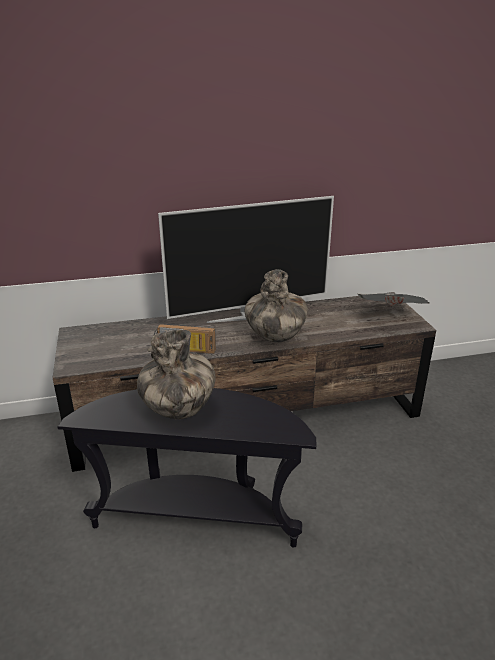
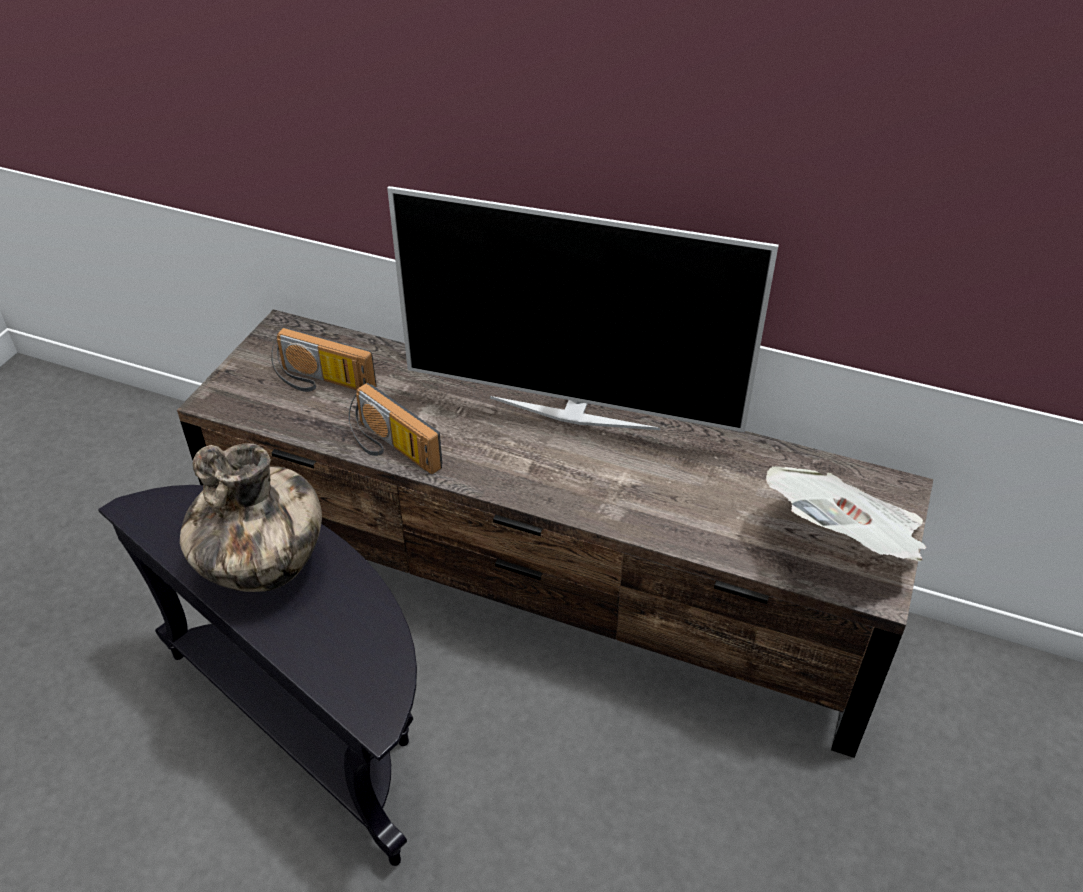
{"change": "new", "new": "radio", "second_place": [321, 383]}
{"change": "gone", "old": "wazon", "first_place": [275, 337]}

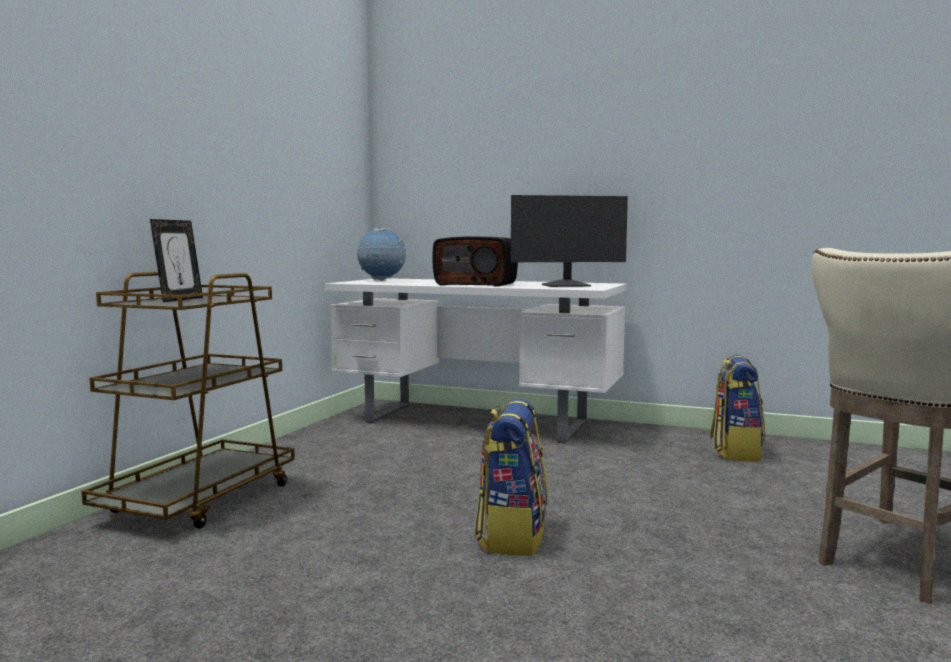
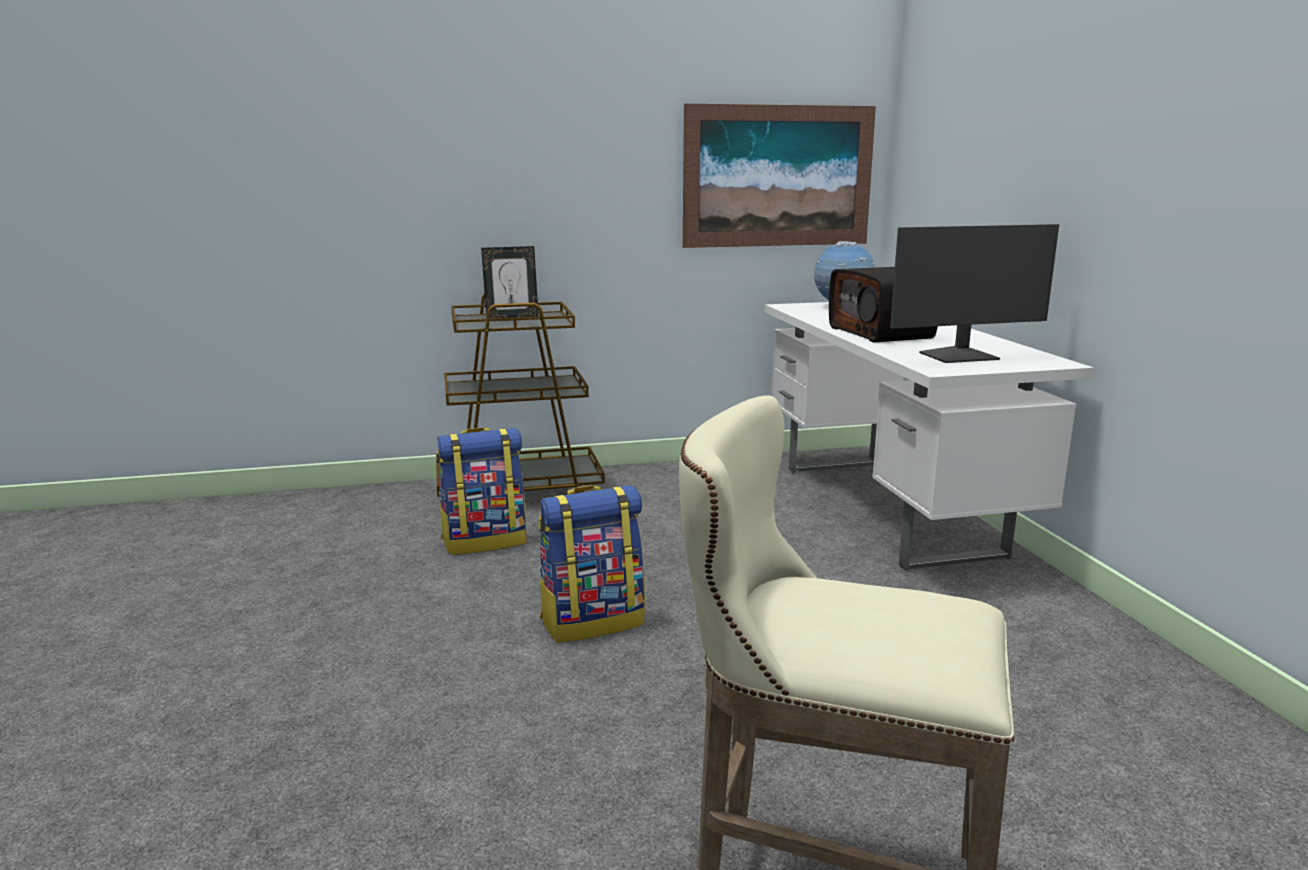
{"change": "shifted", "old": "plecak", "first_place": [735, 452], "second_place": [485, 541]}
{"change": "new", "new": "obraz", "second_place": [778, 176]}
{"change": "rotated", "old": "monitor", "first_place": [566, 285], "second_place": [960, 356], "degrees": -60}

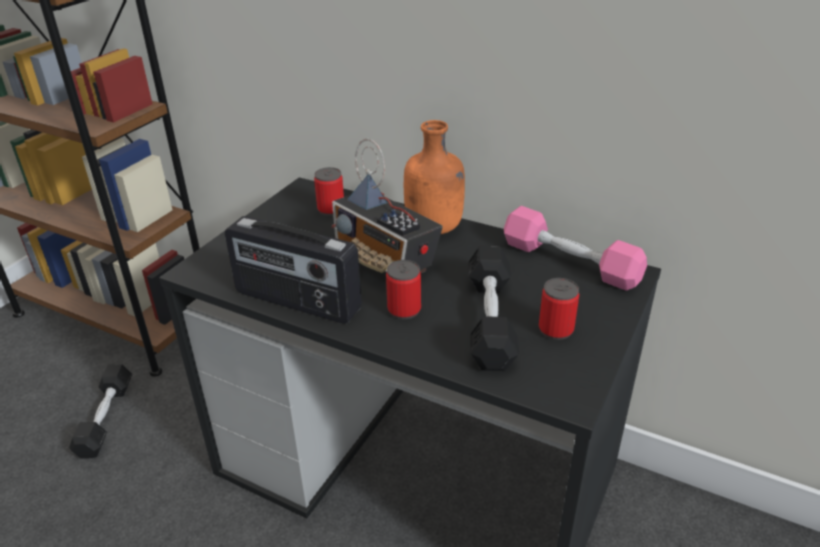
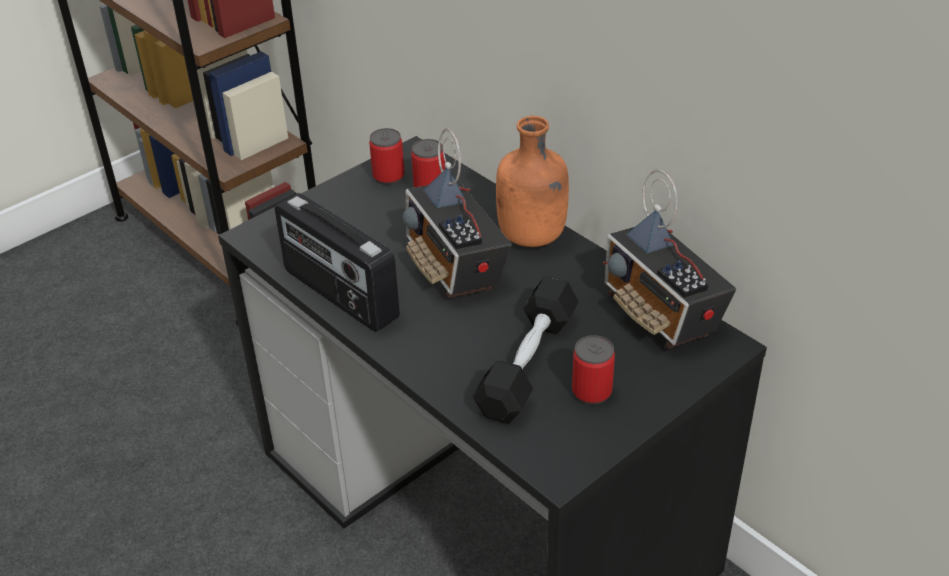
{"change": "shifted", "old": "puszka", "first_place": [404, 310], "second_place": [388, 176]}
{"change": "swapped", "old": "hantel/różowy", "new": "radio", "first_place": [569, 262], "second_place": [661, 314]}
{"change": "gone", "old": "hantel/czarny", "first_place": [106, 419]}

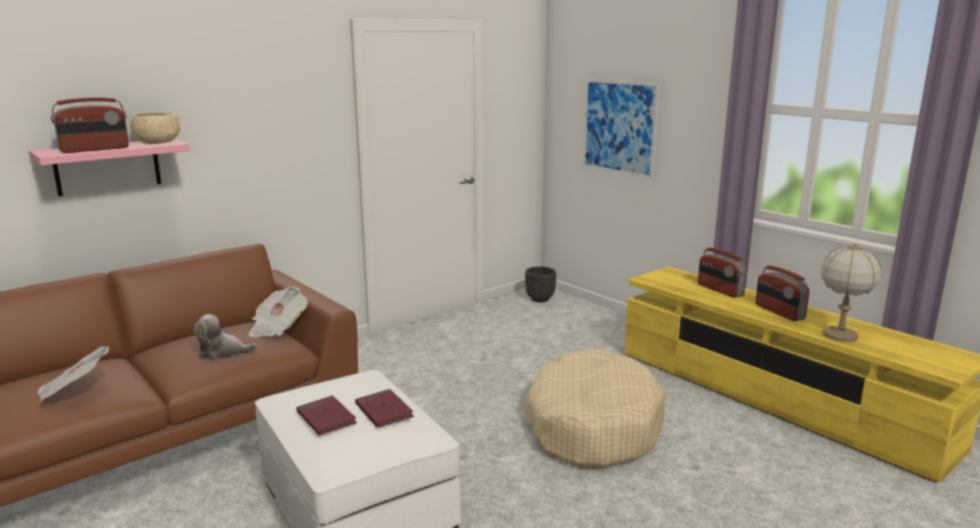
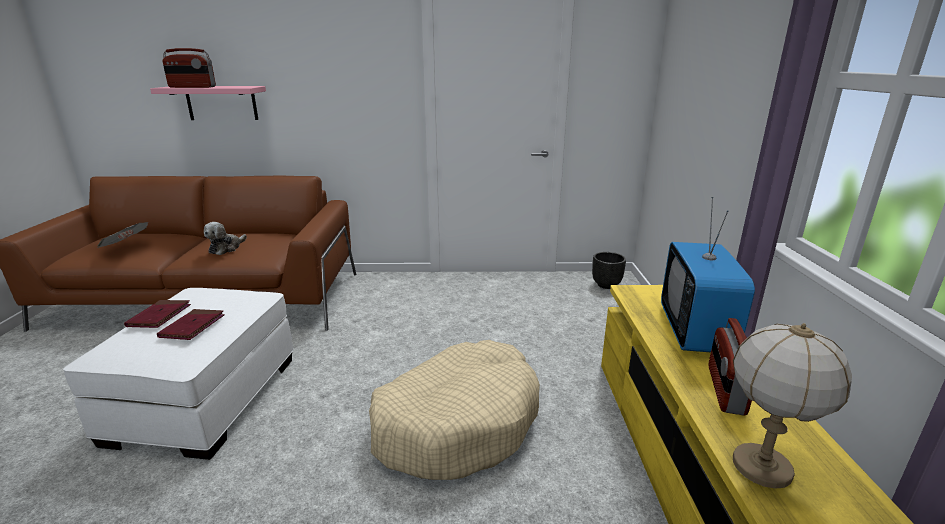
{"change": "rotated", "old": "pluszak", "first_place": [222, 352], "second_place": [226, 248], "degrees": -105}
{"change": "swapped", "old": "radio", "new": "telewizor", "first_place": [719, 290], "second_place": [695, 331]}
{"change": "gone", "old": "miska/beżowy", "first_place": [157, 142]}
{"change": "gone", "old": "gazeta", "first_place": [277, 328]}
{"change": "gone", "old": "obraz", "first_place": [619, 127]}

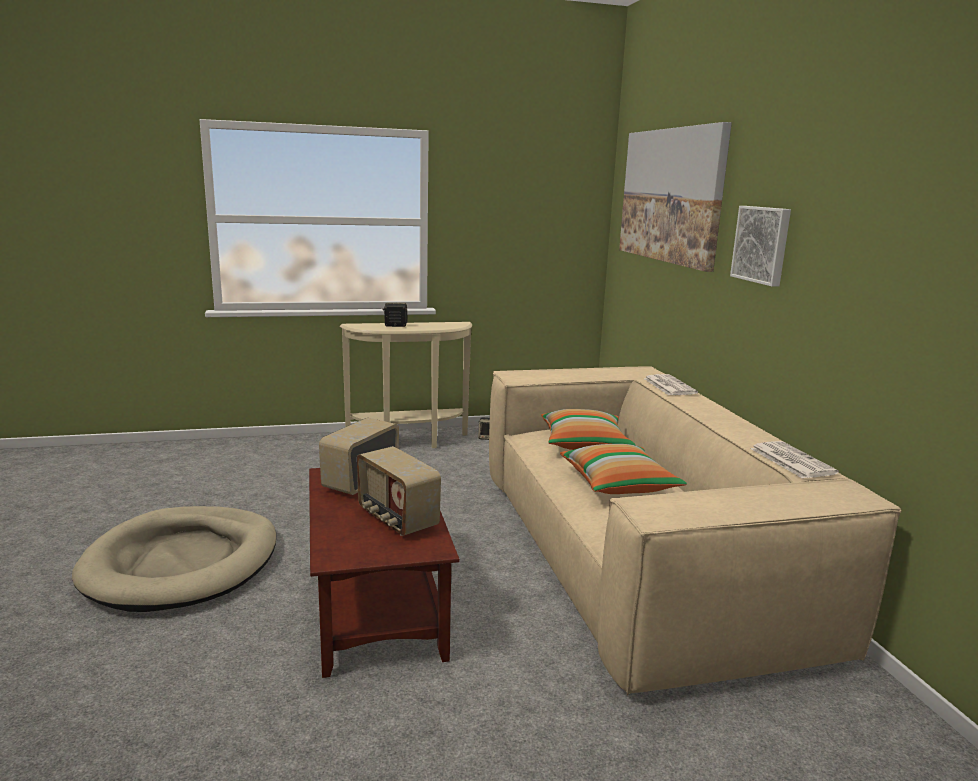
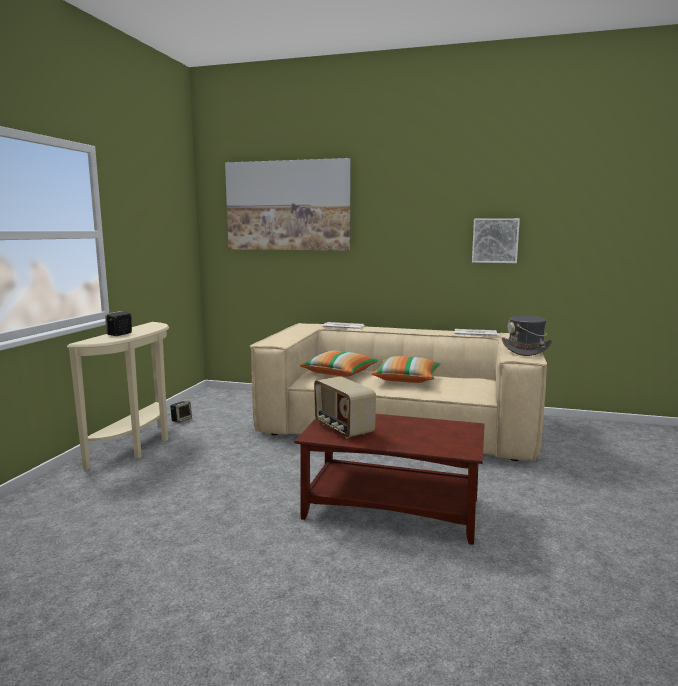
{"change": "shifted", "old": "obraz", "first_place": [762, 244], "second_place": [495, 240]}
{"change": "new", "new": "kapelusz/szary", "second_place": [525, 350]}
{"change": "gone", "old": "legowisko/beżowy", "first_place": [183, 563]}
{"change": "gone", "old": "radio", "first_place": [396, 519]}

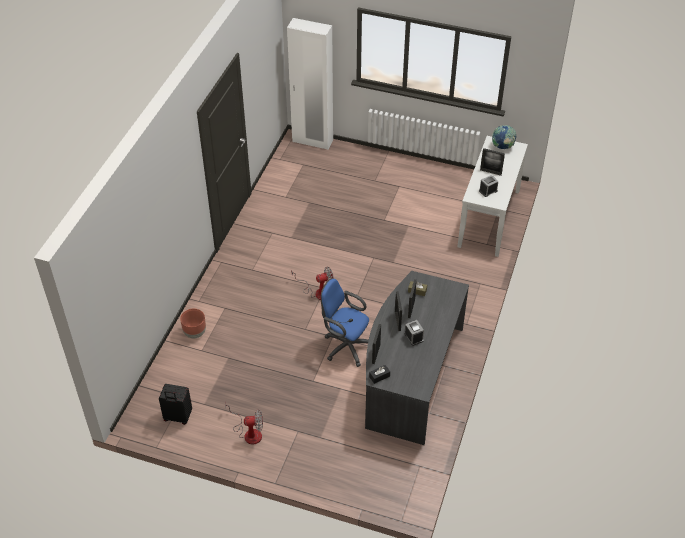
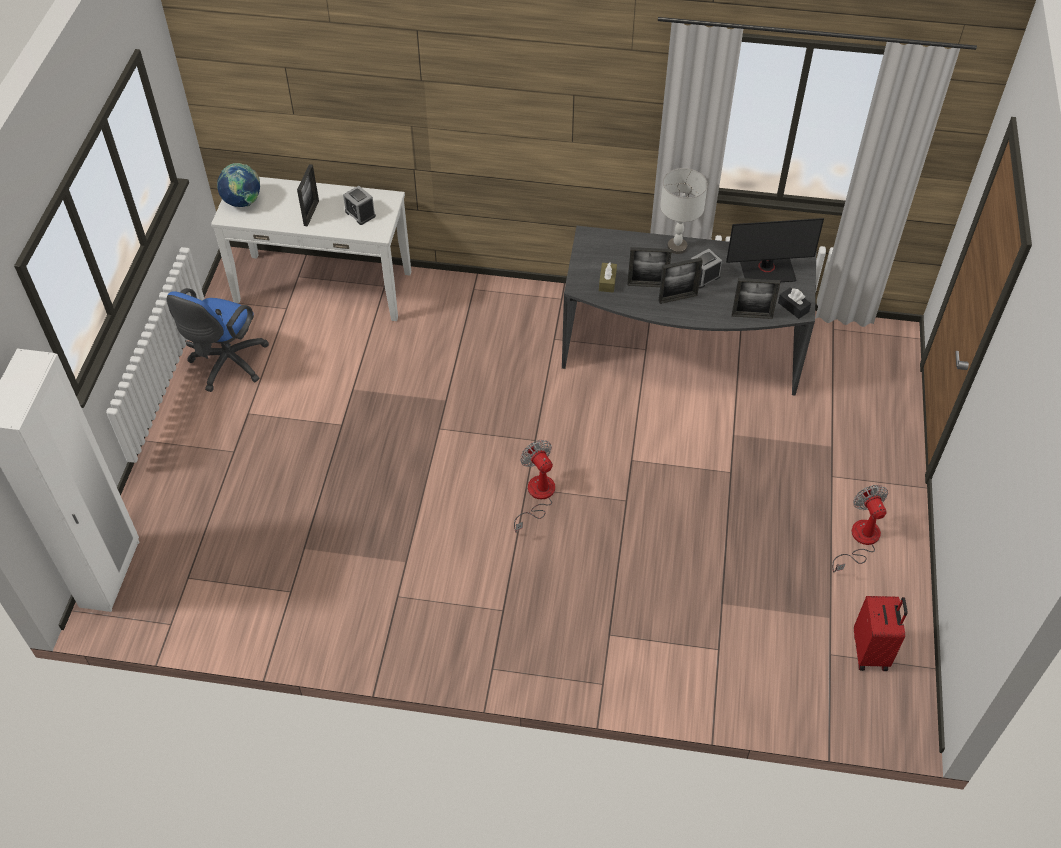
{"change": "shifted", "old": "krzesło biurowe/niebieski", "first_place": [345, 346], "second_place": [226, 365]}
{"change": "new", "new": "lampa stołowa/szary", "second_place": [676, 247]}
{"change": "new", "new": "monitor", "second_place": [767, 270]}
{"change": "repainted", "old": "walizka/czarny", "new": "walizka/czerwony", "first_place": [177, 417], "second_place": [871, 651]}
{"change": "gone", "old": "donica/brązowy", "first_place": [194, 333]}

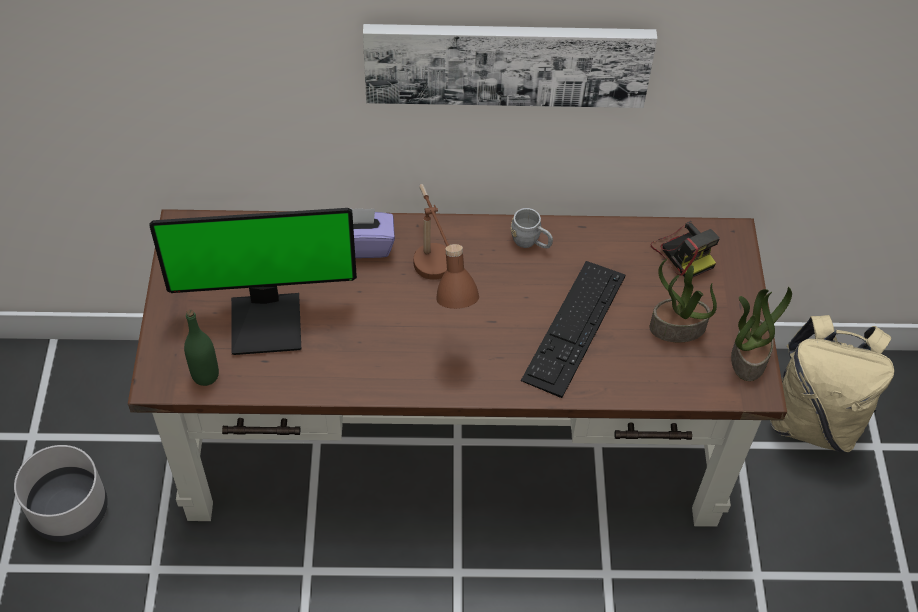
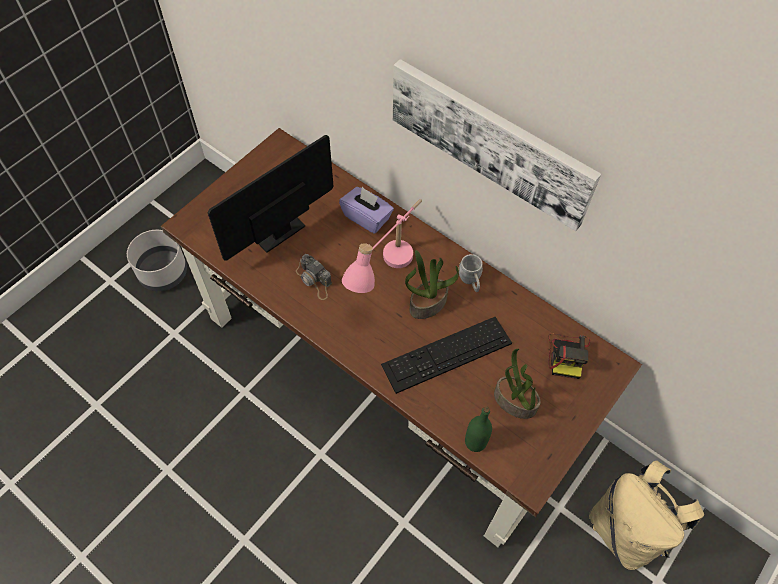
{"change": "rotated", "old": "monitor", "first_place": [267, 321], "second_place": [273, 228], "degrees": 105}
{"change": "new", "new": "aparat fotograficzny", "second_place": [314, 280]}
{"change": "repainted", "old": "lampa stołowa/brązowy", "new": "lampa stołowa/różowy", "first_place": [439, 287], "second_place": [387, 272]}
{"change": "shifted", "old": "roślina doniczkowa", "first_place": [748, 356], "second_place": [428, 303]}
{"change": "shifted", "old": "butelka/zielony", "first_place": [205, 375], "second_place": [475, 442]}

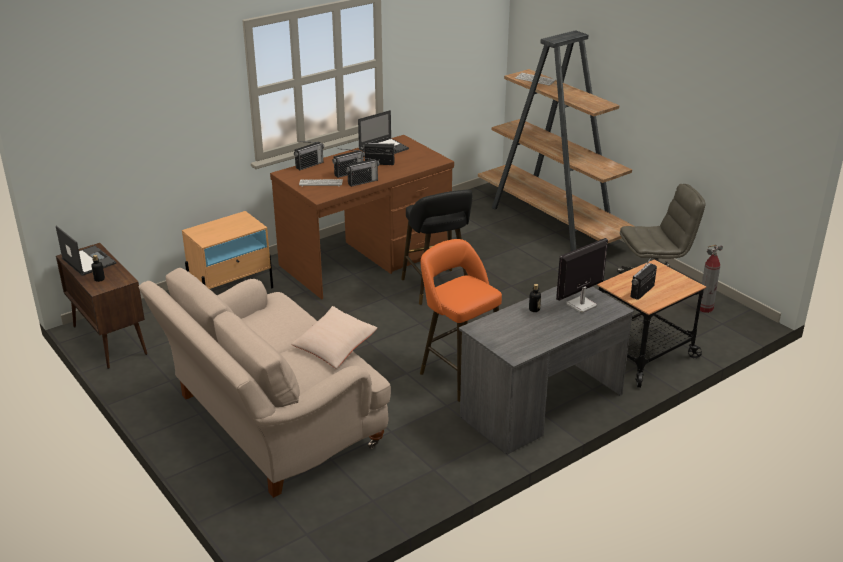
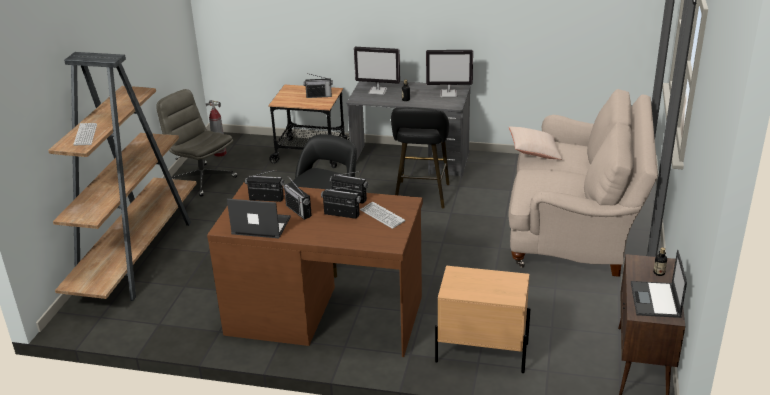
{"change": "shifted", "old": "radio", "first_place": [309, 165], "second_place": [266, 199]}
{"change": "repainted", "old": "stołek/pomarańczowy", "new": "stołek/czarny", "first_place": [459, 373], "second_place": [421, 196]}
{"change": "new", "new": "monitor", "second_place": [449, 94]}

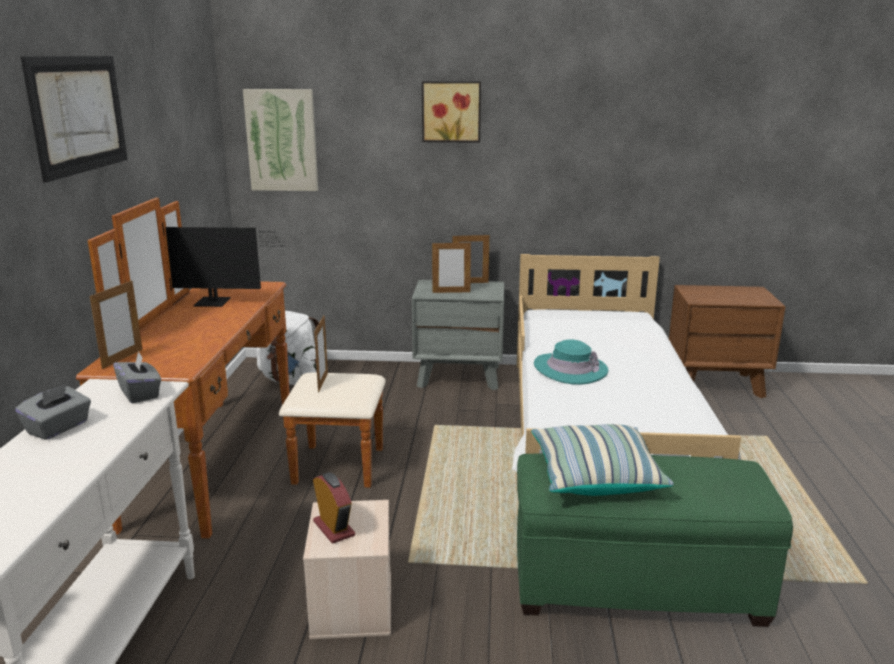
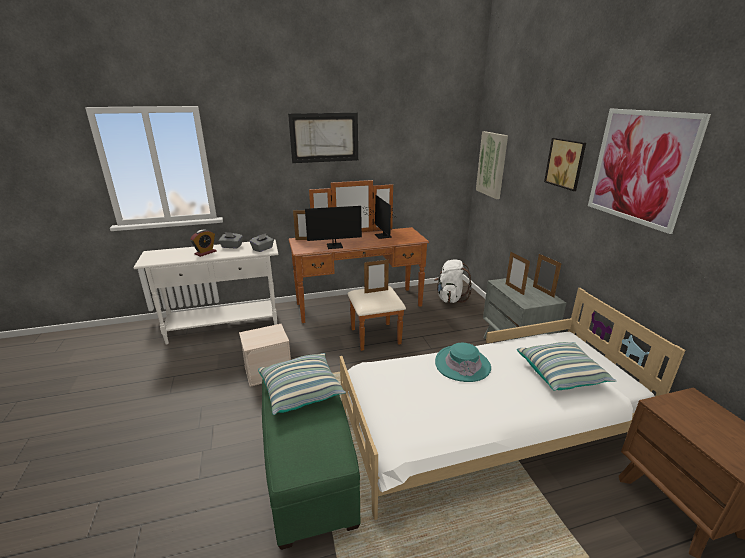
{"change": "shifted", "old": "budzik", "first_place": [334, 528], "second_place": [205, 253]}
{"change": "new", "new": "monitor", "second_place": [337, 246]}
{"change": "new", "new": "poduszka", "second_place": [561, 374]}
{"change": "new", "new": "obraz", "second_place": [640, 167]}

